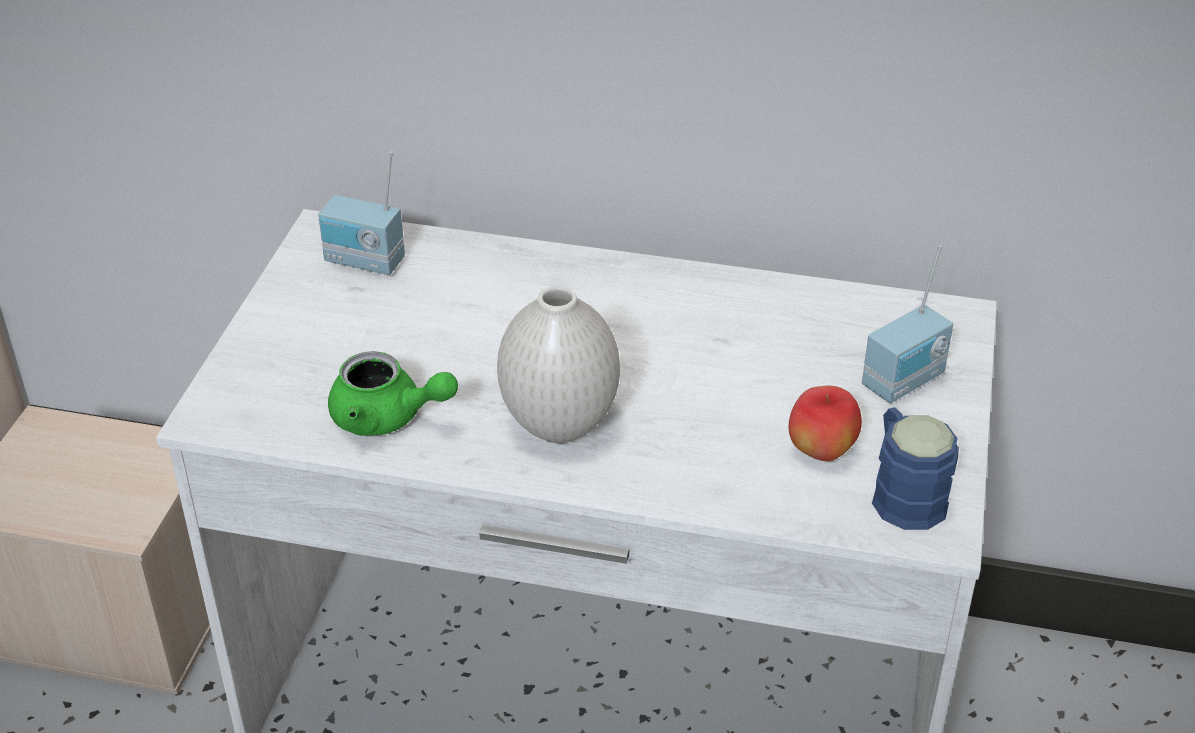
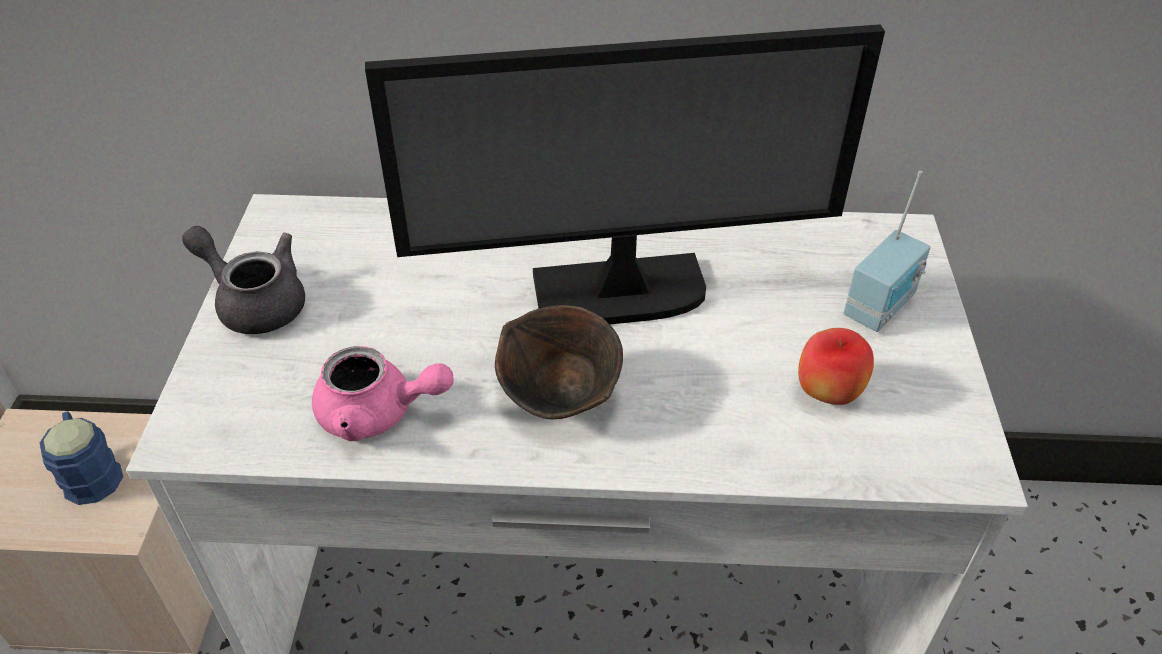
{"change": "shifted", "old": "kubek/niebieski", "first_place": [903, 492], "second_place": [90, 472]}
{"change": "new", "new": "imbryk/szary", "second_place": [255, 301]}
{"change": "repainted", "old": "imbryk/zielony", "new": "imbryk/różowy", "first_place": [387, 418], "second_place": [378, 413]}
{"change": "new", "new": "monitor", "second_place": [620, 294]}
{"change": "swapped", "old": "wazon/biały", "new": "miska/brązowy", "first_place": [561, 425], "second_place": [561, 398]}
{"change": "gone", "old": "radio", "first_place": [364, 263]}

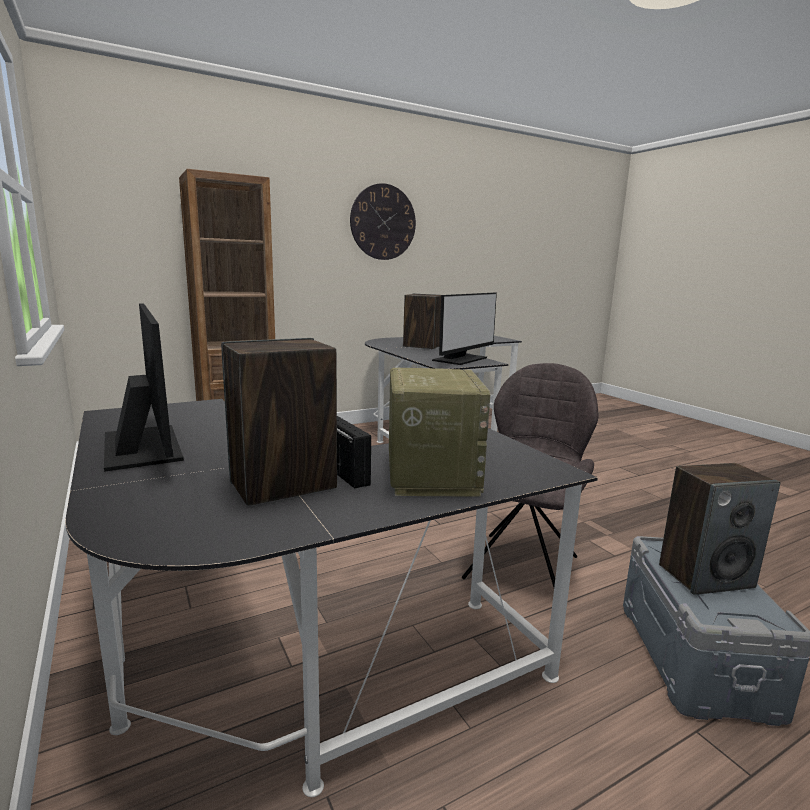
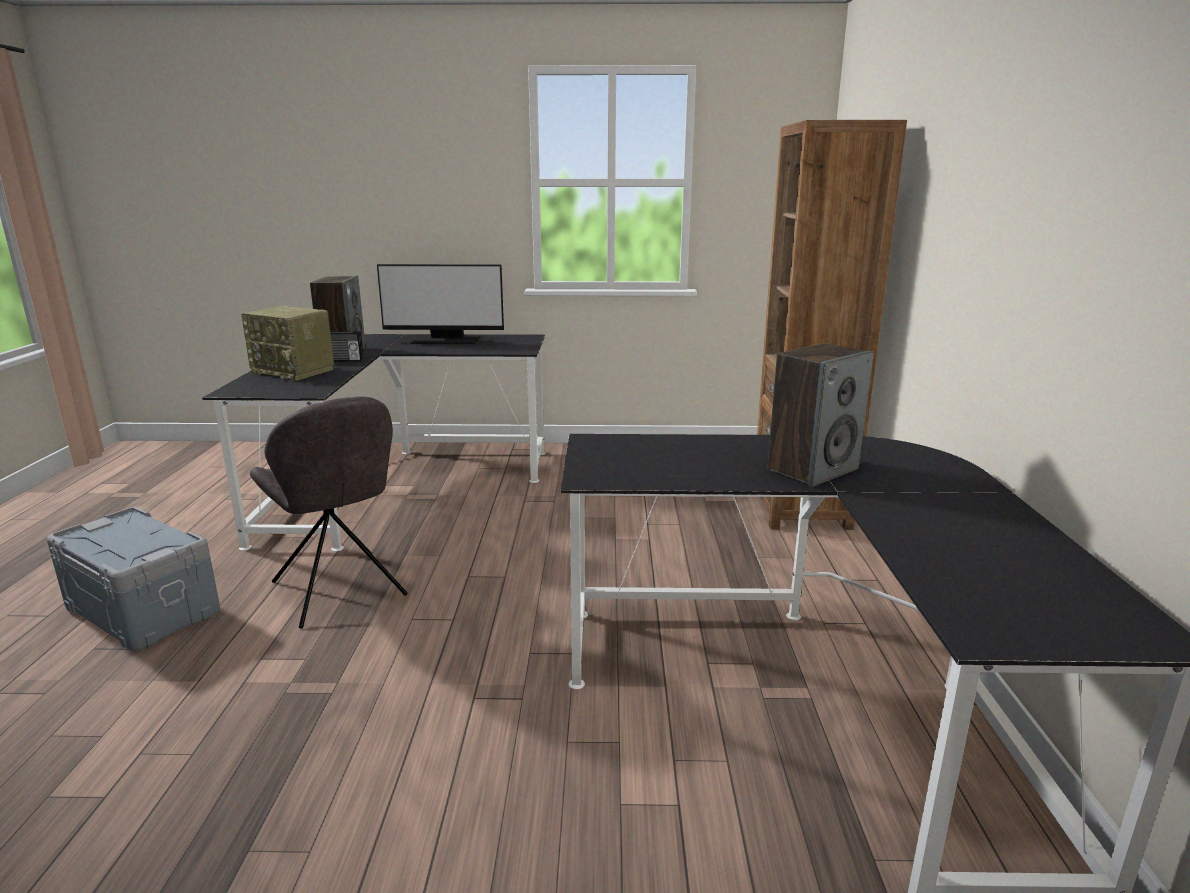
{"change": "gone", "old": "zegar ścienny", "first_place": [383, 222]}
{"change": "gone", "old": "monitor", "first_place": [461, 359]}
{"change": "gone", "old": "głośnik", "first_place": [705, 576]}

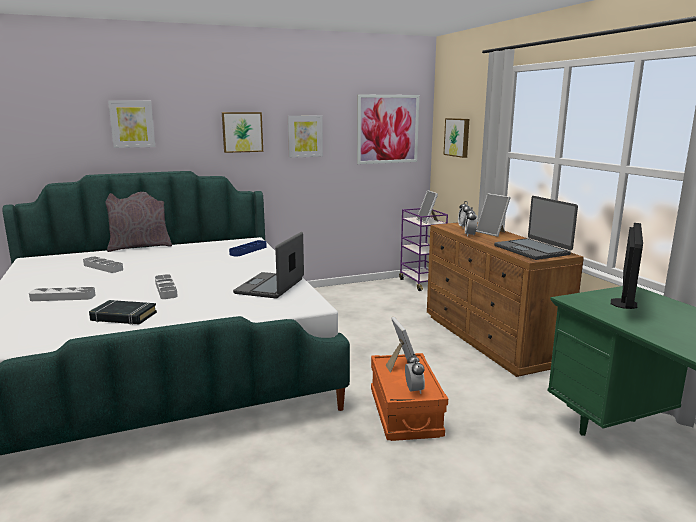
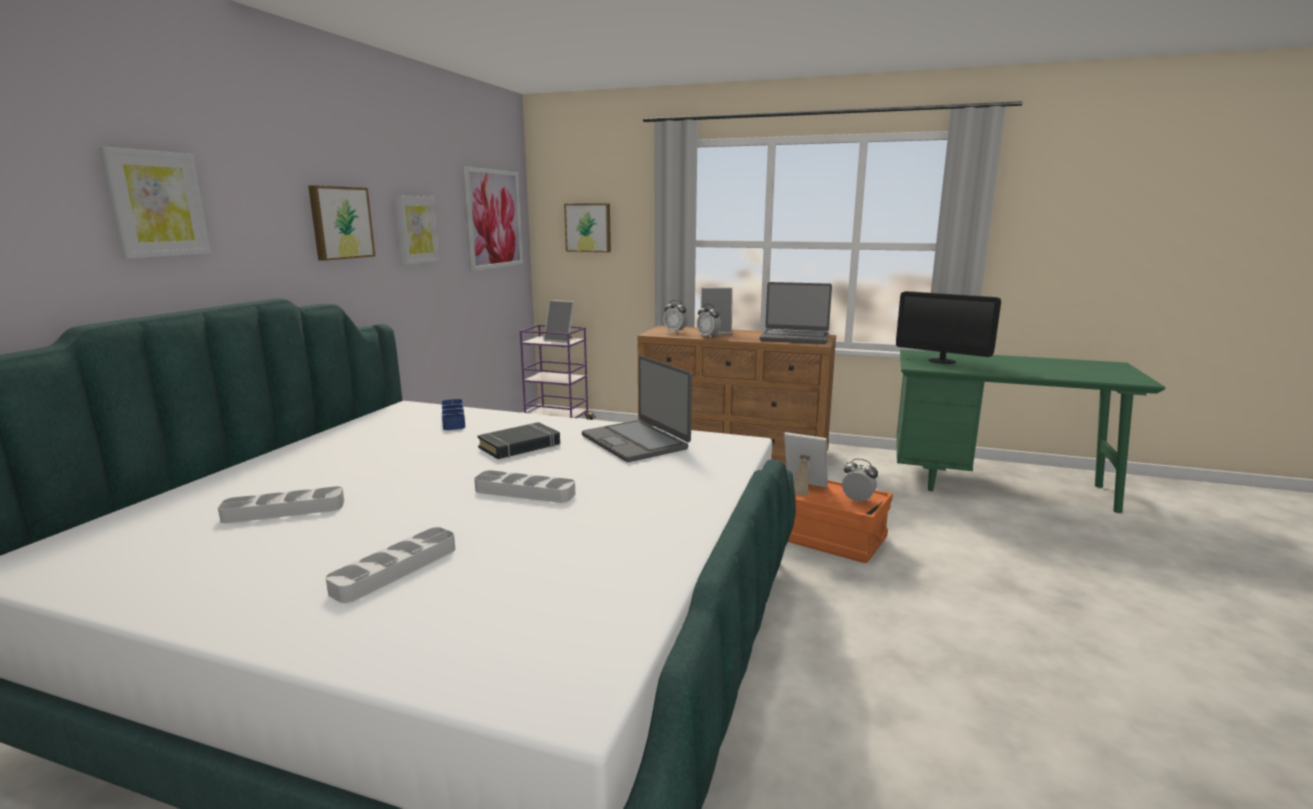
{"change": "shifted", "old": "książka/czarny", "first_place": [123, 317], "second_place": [520, 446]}
{"change": "rotated", "old": "monitor", "first_place": [623, 303], "second_place": [942, 361], "degrees": 150}
{"change": "gone", "old": "poduszka/szary", "first_place": [140, 246]}

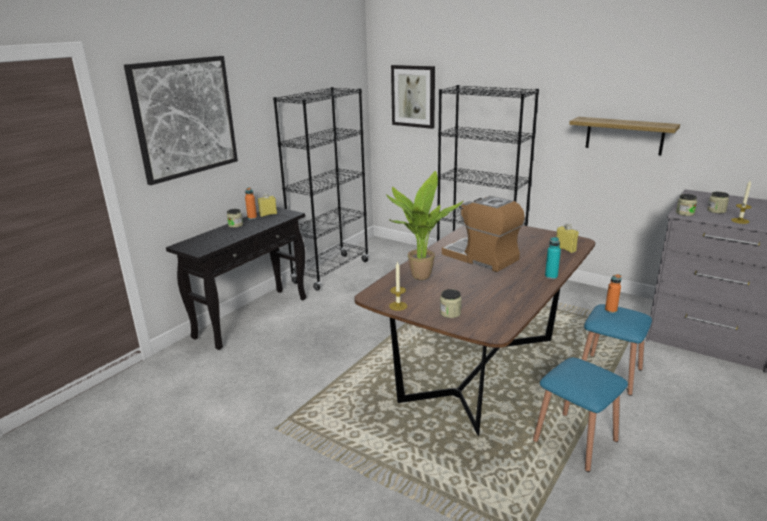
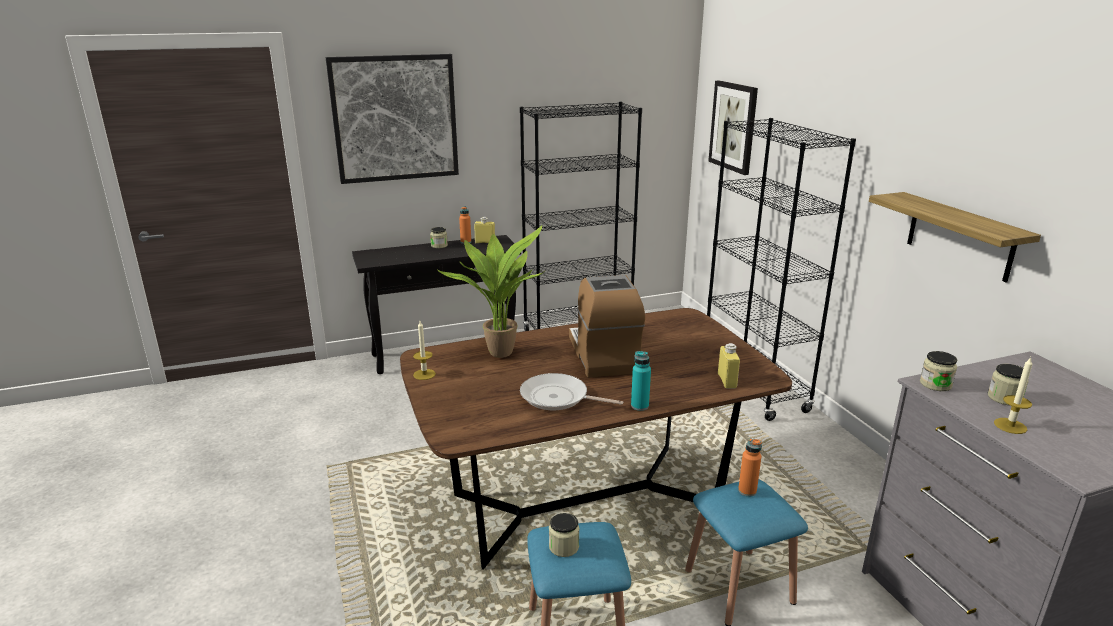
{"change": "new", "new": "patelnia", "second_place": [558, 398]}
{"change": "shifted", "old": "słoik", "first_place": [450, 313], "second_place": [564, 547]}

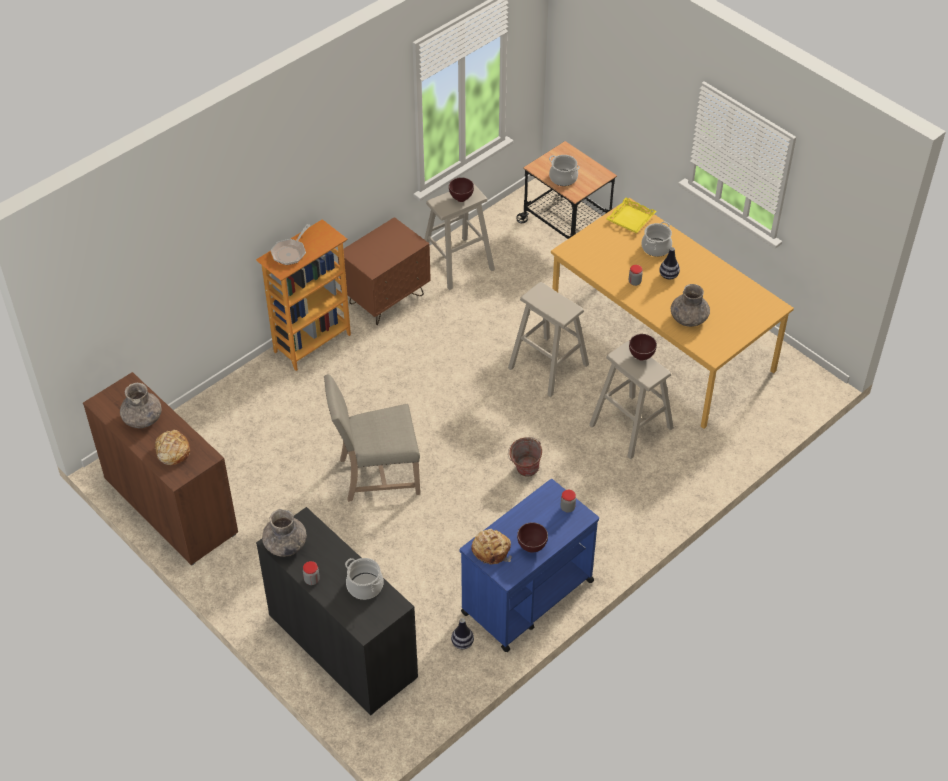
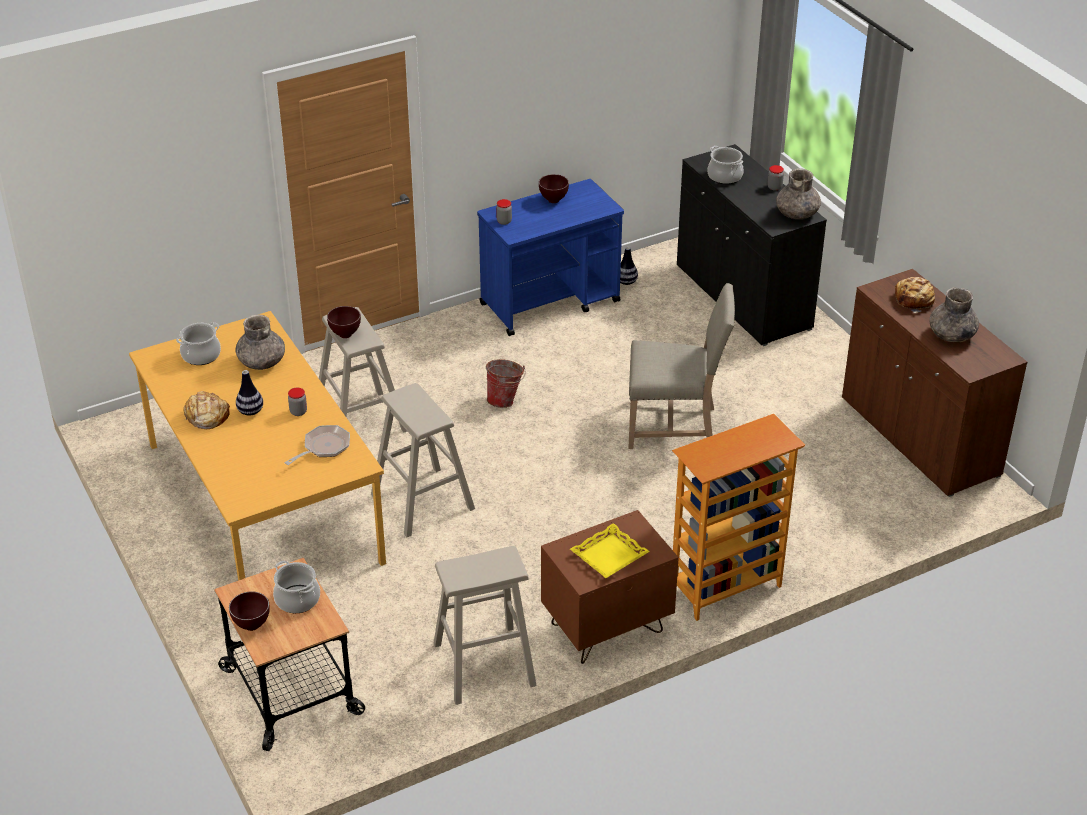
{"change": "shifted", "old": "garnek", "first_place": [656, 247], "second_place": [201, 355]}
{"change": "shifted", "old": "chleb", "first_place": [491, 550], "second_place": [206, 416]}
{"change": "shifted", "old": "miska/brązowy", "first_place": [461, 199], "second_place": [252, 626]}
{"change": "shifted", "old": "patelnia", "first_place": [290, 252], "second_place": [324, 447]}
{"change": "shifted", "old": "taca/żółty", "first_place": [630, 218], "second_place": [609, 556]}

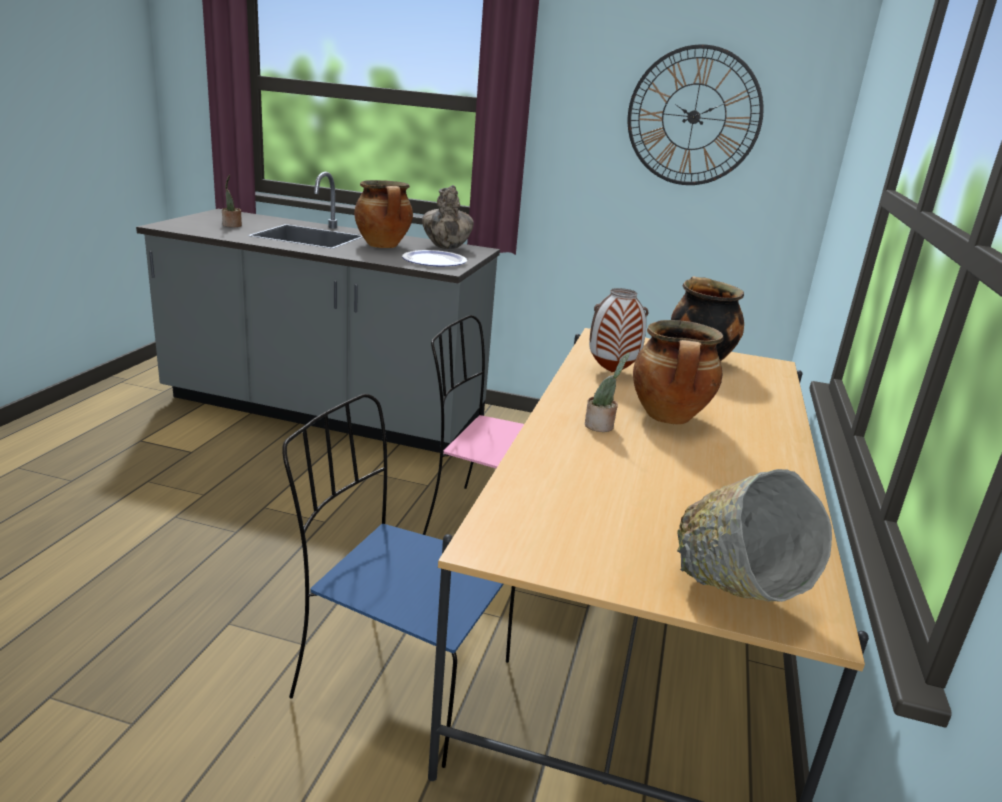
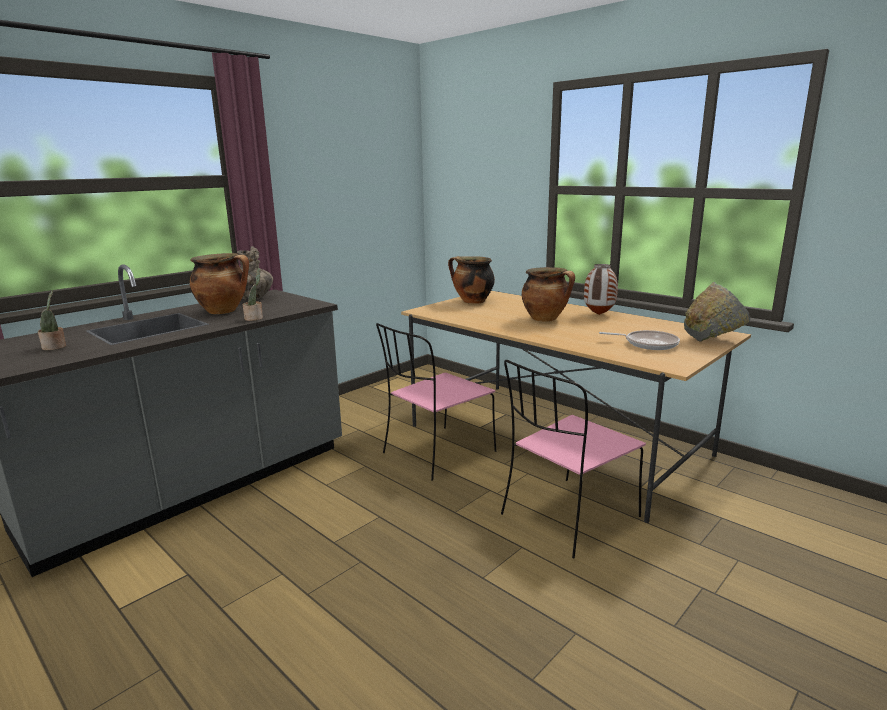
{"change": "shifted", "old": "roślina doniczkowa", "first_place": [601, 426], "second_place": [255, 318]}
{"change": "repainted", "old": "krzesło/niebieski", "new": "krzesło/różowy", "first_place": [398, 678], "second_place": [567, 517]}
{"change": "shifted", "old": "wazon", "first_place": [611, 372], "second_place": [599, 314]}
{"change": "new", "new": "patelnia", "second_place": [648, 344]}
{"change": "gone", "old": "talerz", "first_place": [434, 260]}
{"change": "gone", "old": "zegar ścienny", "first_place": [693, 117]}

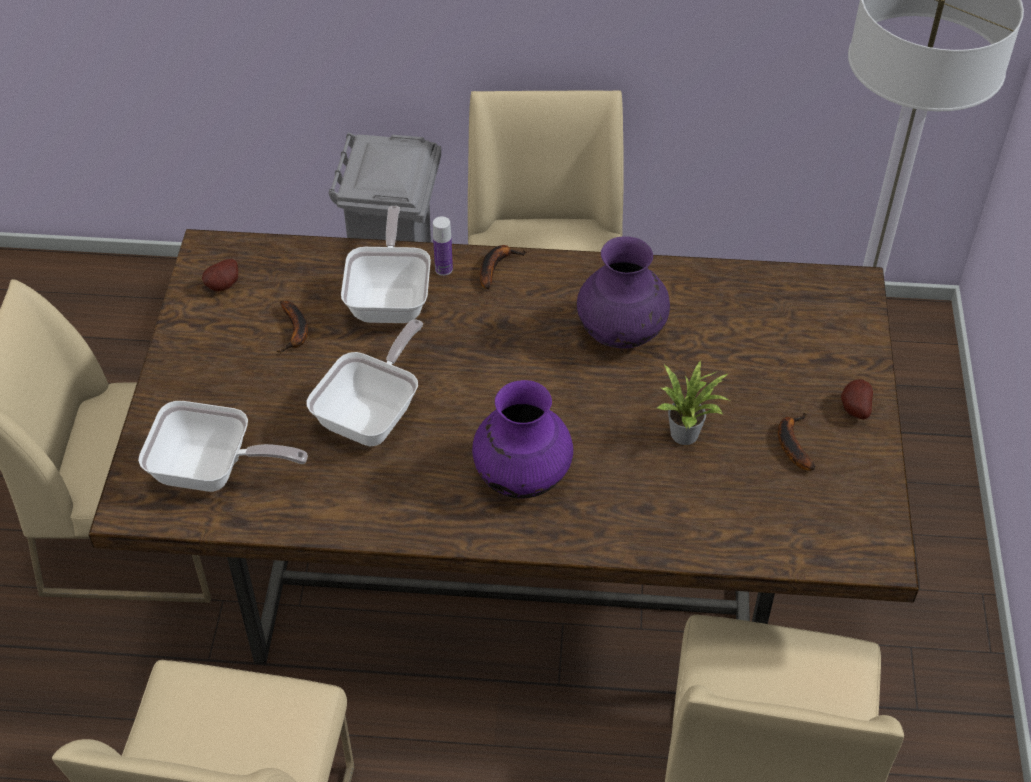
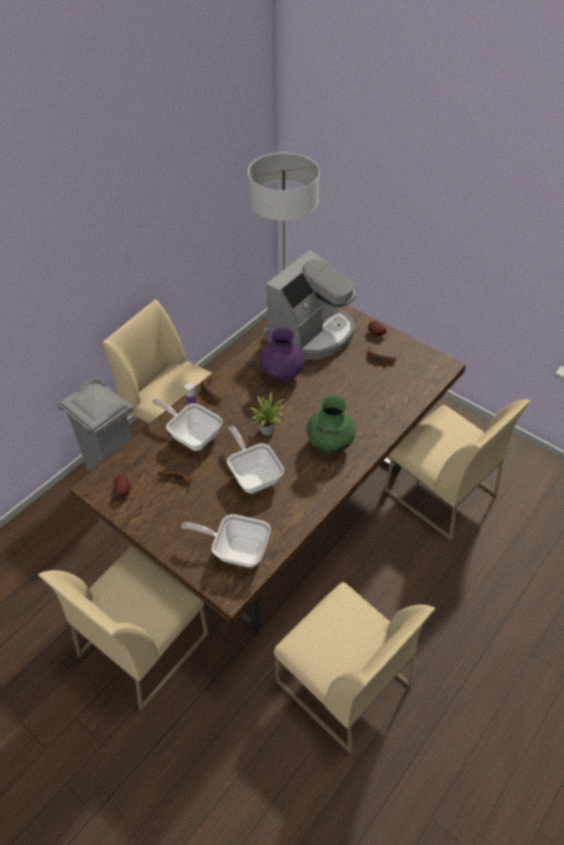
{"change": "rotated", "old": "patelnia", "first_place": [213, 472], "second_place": [236, 550], "degrees": -120}
{"change": "shifted", "old": "roślina doniczkowa", "first_place": [688, 434], "second_place": [268, 429]}
{"change": "new", "new": "ekspres do kawy", "second_place": [311, 333]}
{"change": "repainted", "old": "wazon/fioletowy", "new": "wazon/zielony", "first_place": [522, 477], "second_place": [329, 444]}

